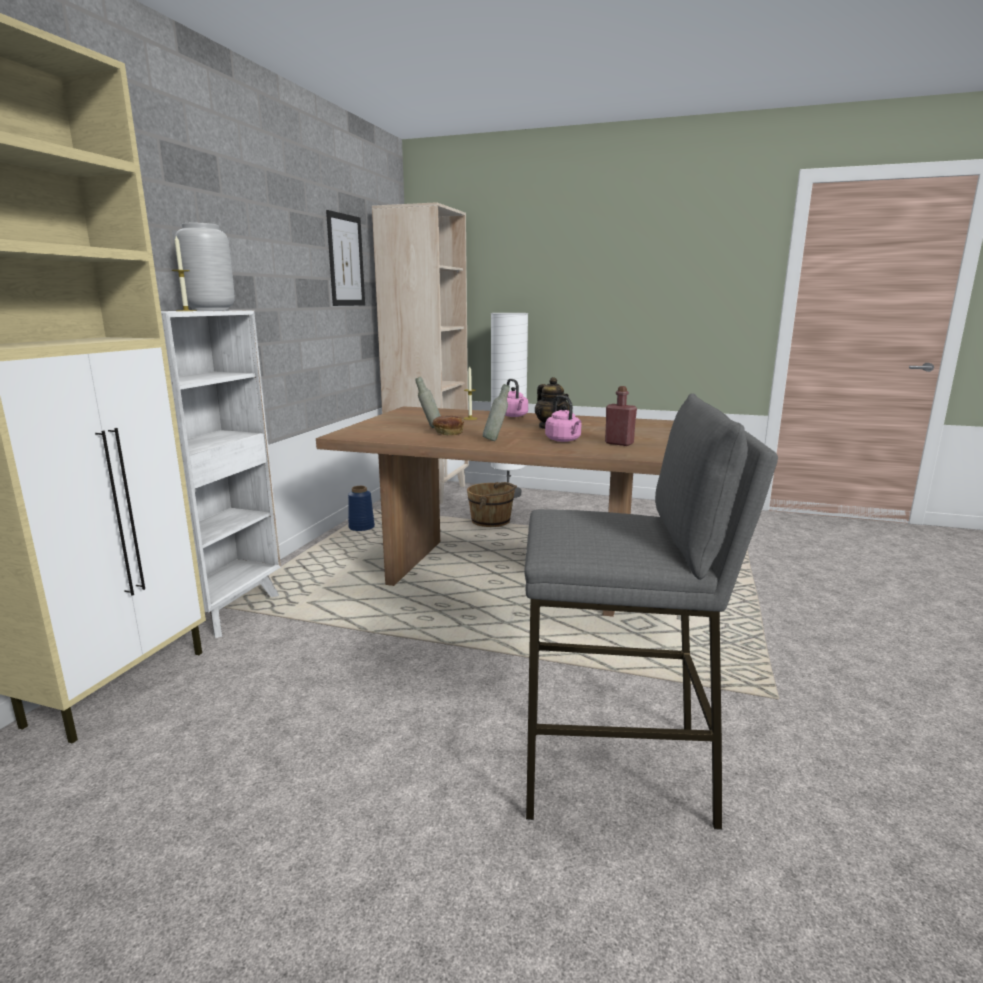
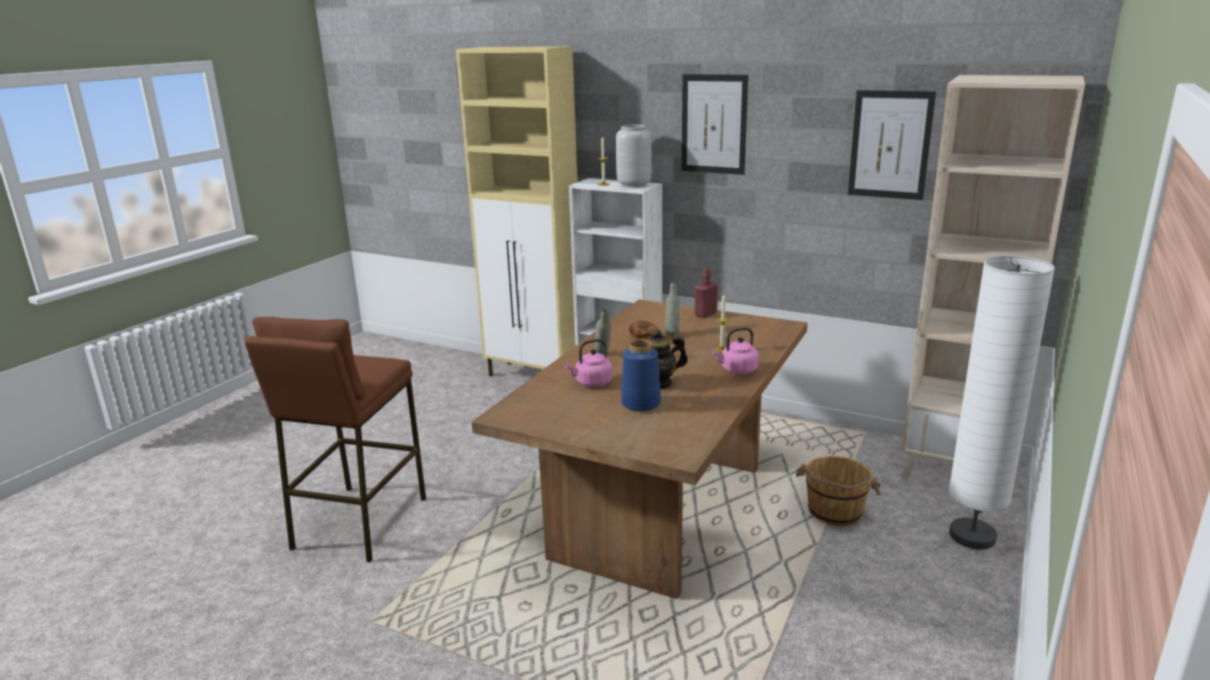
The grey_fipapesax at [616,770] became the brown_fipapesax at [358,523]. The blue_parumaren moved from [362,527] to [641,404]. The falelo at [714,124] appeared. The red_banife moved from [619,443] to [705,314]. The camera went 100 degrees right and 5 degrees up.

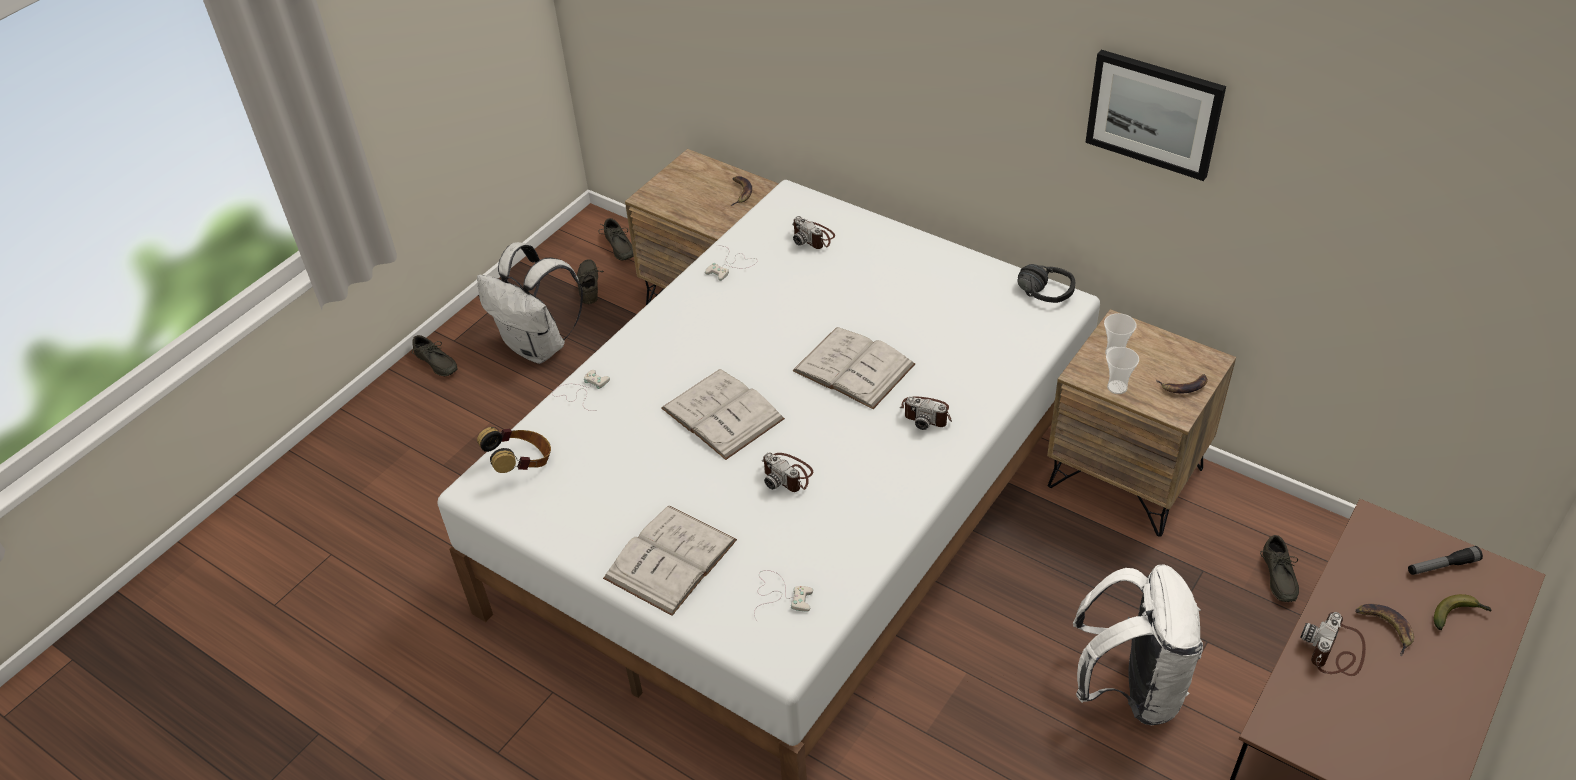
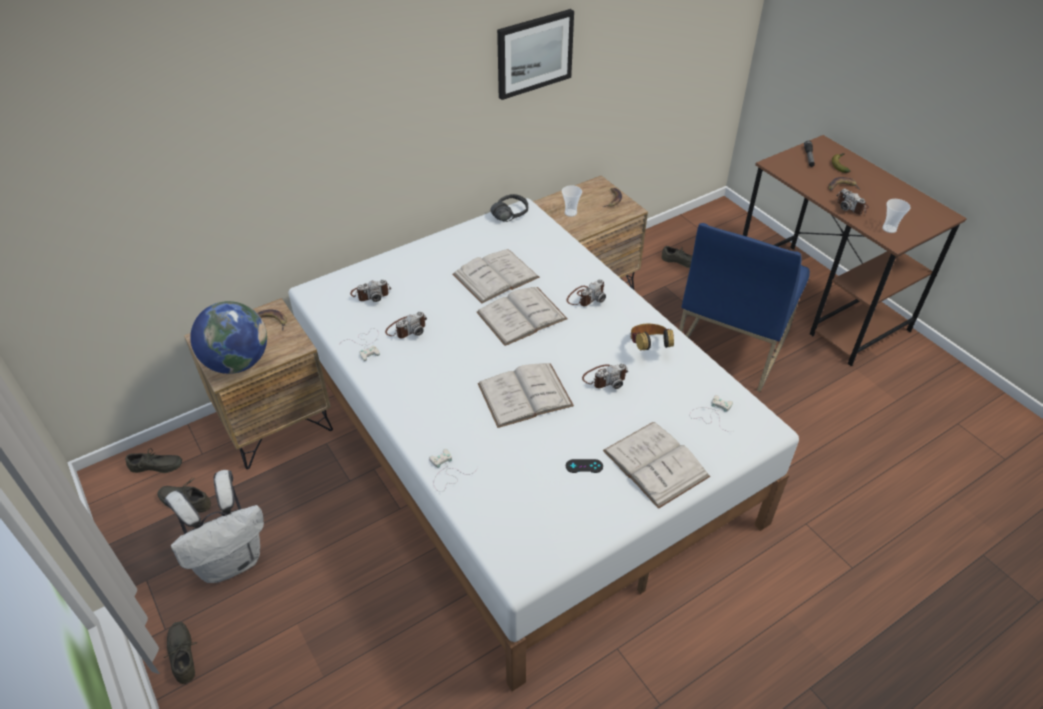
The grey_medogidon at [435,364] turned 90 degrees counterclockwise. The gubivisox at [237,362] appeared. The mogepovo at [406,328] appeared. The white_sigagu at [495,276] appeared. The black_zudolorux at [584,466] appeared. The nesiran moved from [521,464] to [649,347]. The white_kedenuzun at [1131,688] was replaced by the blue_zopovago at [731,344]. The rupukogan moved from [1117,387] to [889,229]. The camera went 70 degrees left and 0 degrees up.

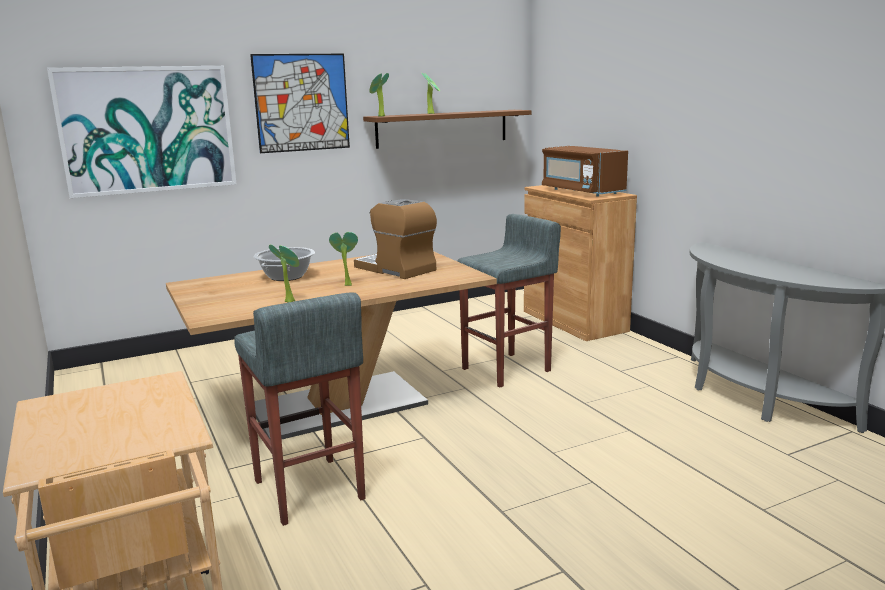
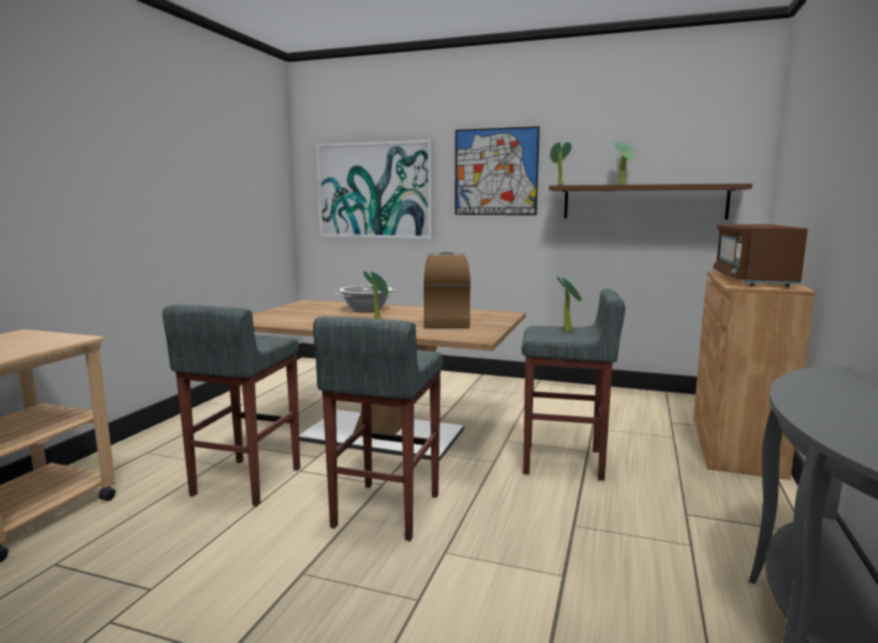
The grey_fipapesax at [384,511] appeared. The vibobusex moved from [289,301] to [568,330]. The camera went 45 degrees right and 5 degrees down.

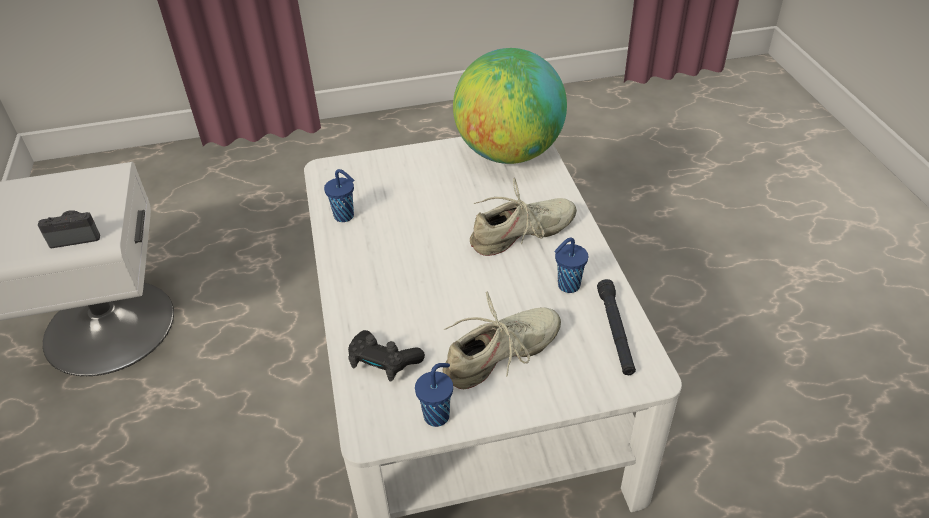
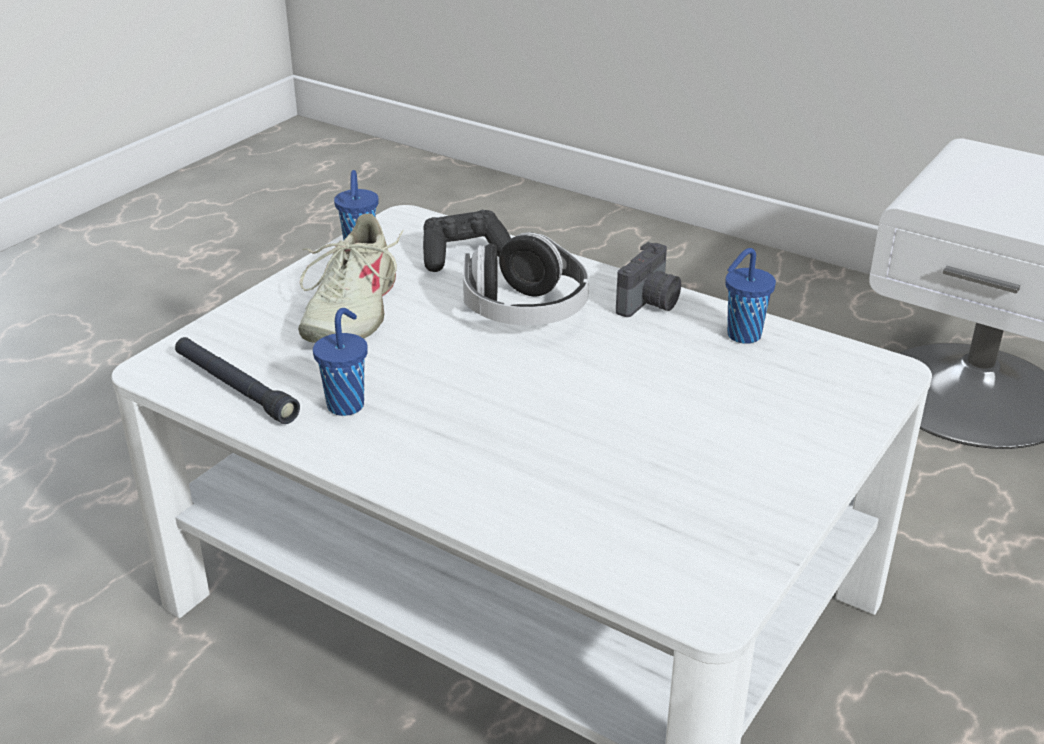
The nesiran at [524,312] appeared. The mogepovo moved from [76,236] to [650,303]. The gubivisox at [509,153] disappeared. The beige_medogidon at [522,235] disappeared. The camera went 135 degrees right and 10 degrees down.

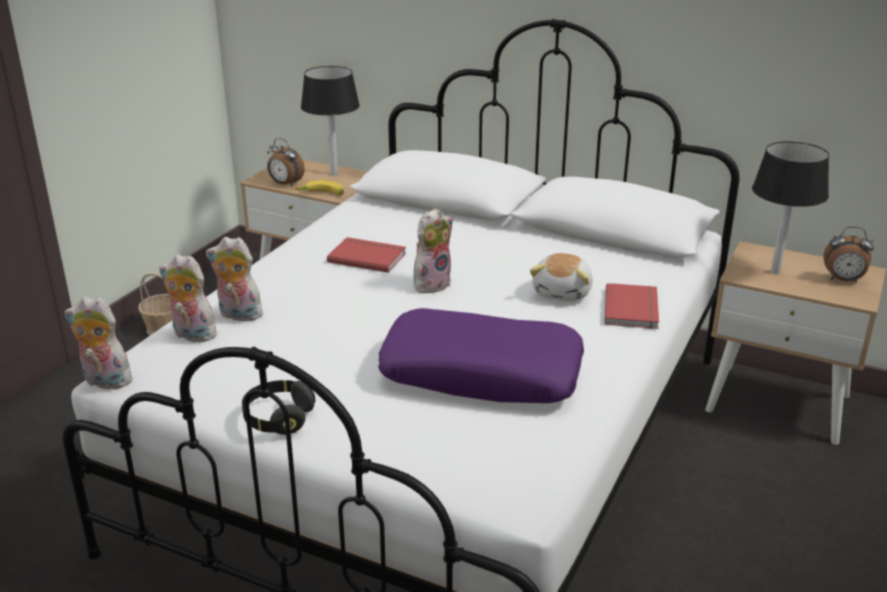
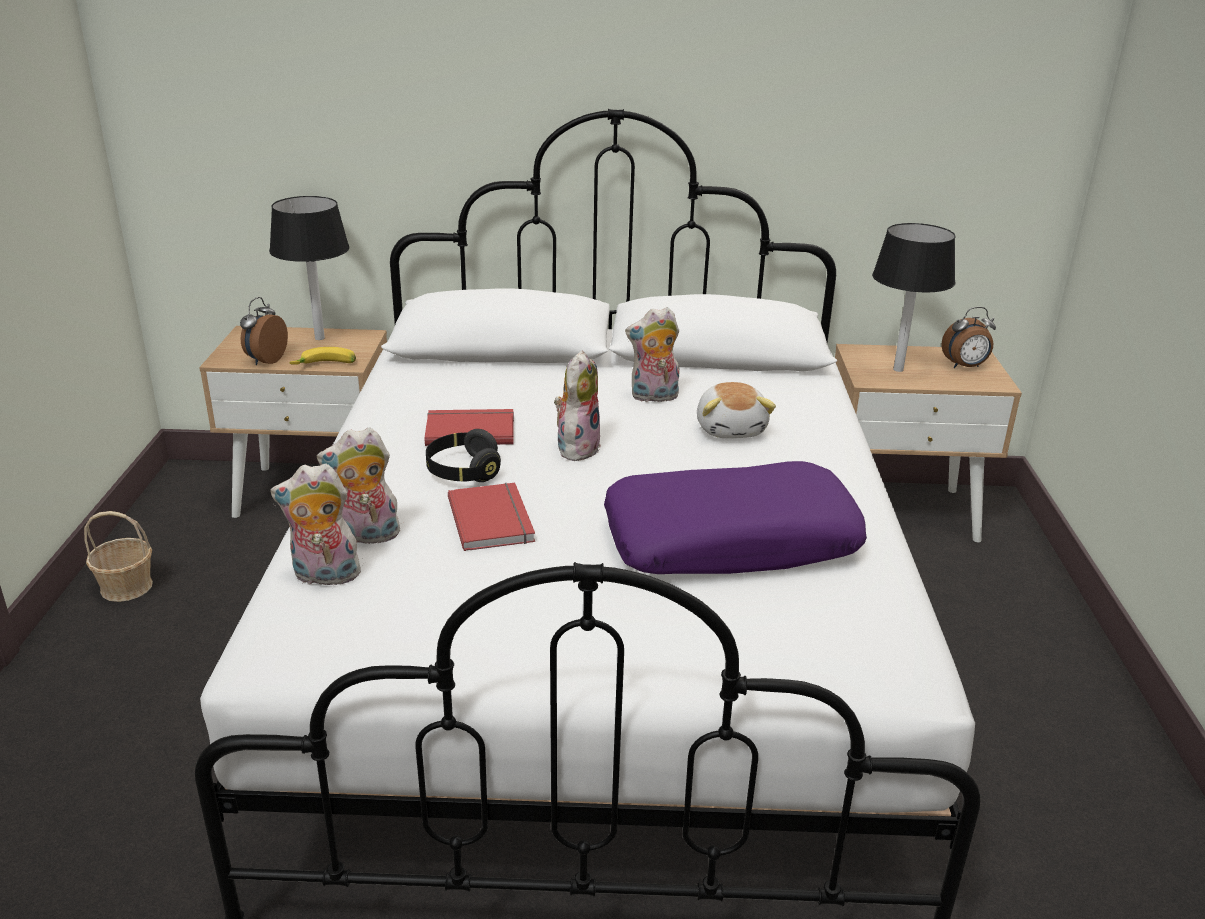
The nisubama at [285,184] turned 105 degrees clockwise. The black_nesiran moved from [278,419] to [463,471]. The red_sigagu moved from [633,308] to [493,519]. The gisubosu moved from [104,382] to [653,397]. The camera went 25 degrees left and 0 degrees up.

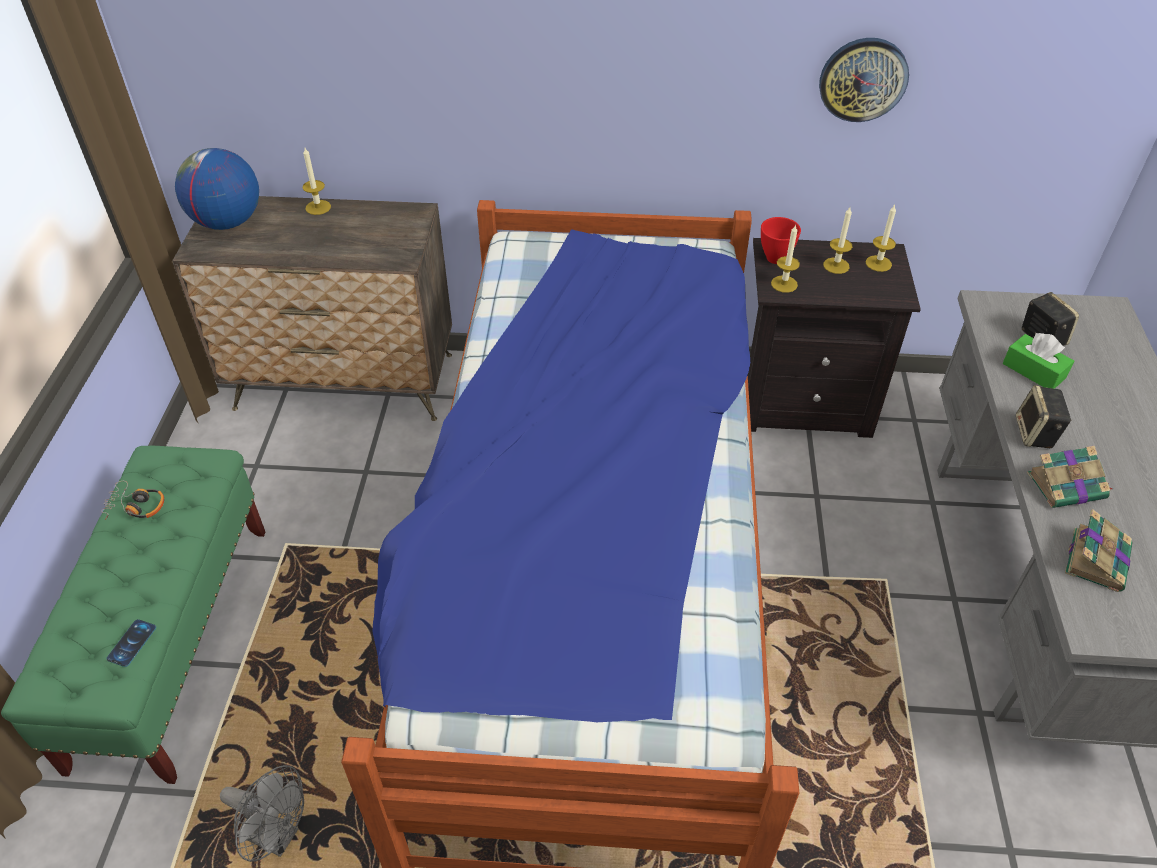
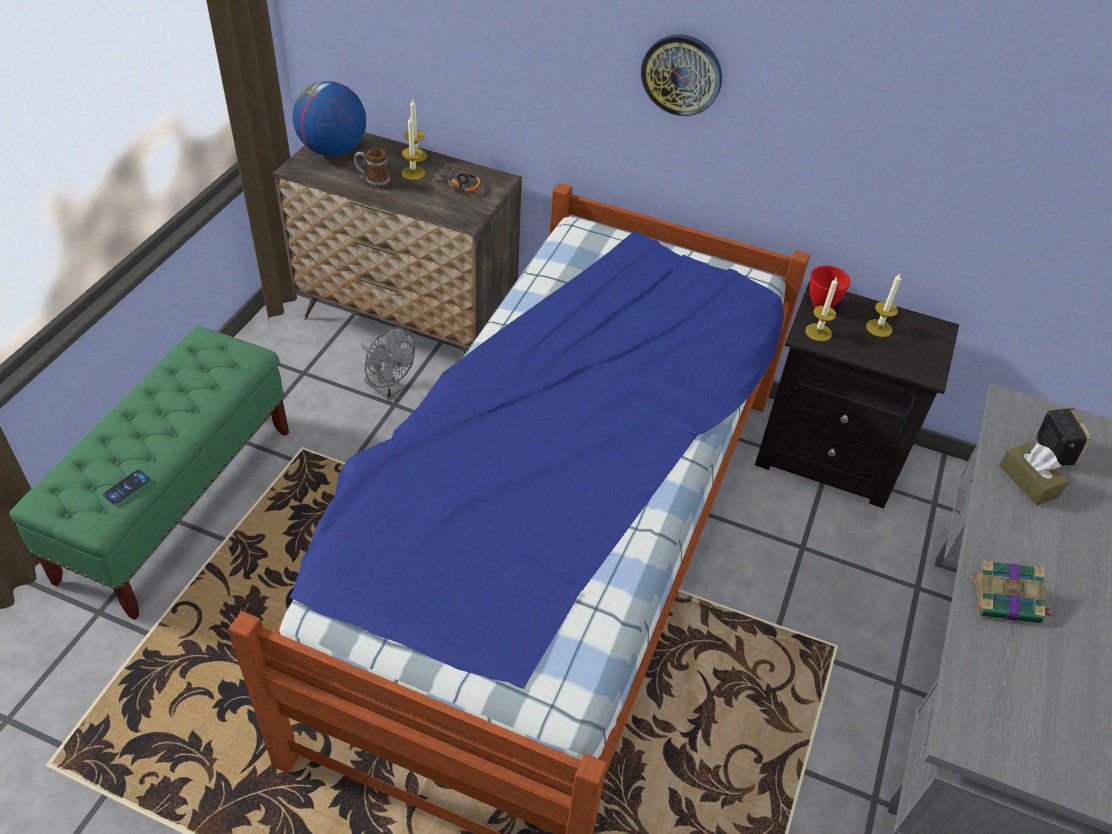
The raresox at [373,181] appeared. The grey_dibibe moved from [277,836] to [388,389]. The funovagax moved from [878,263] to [413,173]. The nesiran moved from [136,506] to [456,185]. The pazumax moved from [863,79] to [682,74]. The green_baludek at [1033,371] became the brown_baludek at [1028,481]. The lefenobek at [1035,434] disappeared. The sigagu at [1097,558] disappeared. The camera went 15 degrees right and 0 degrees up.

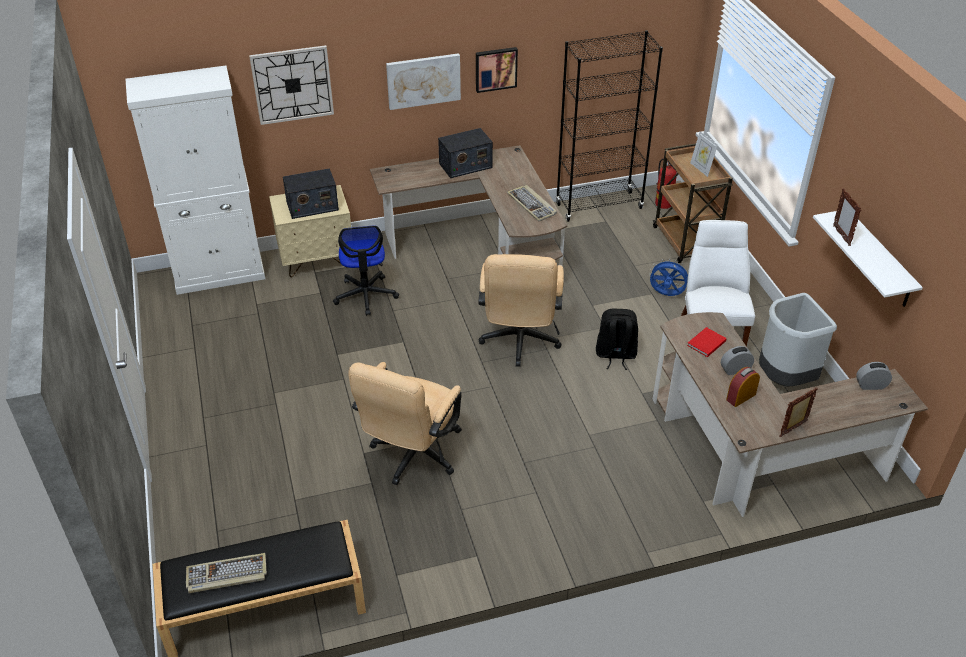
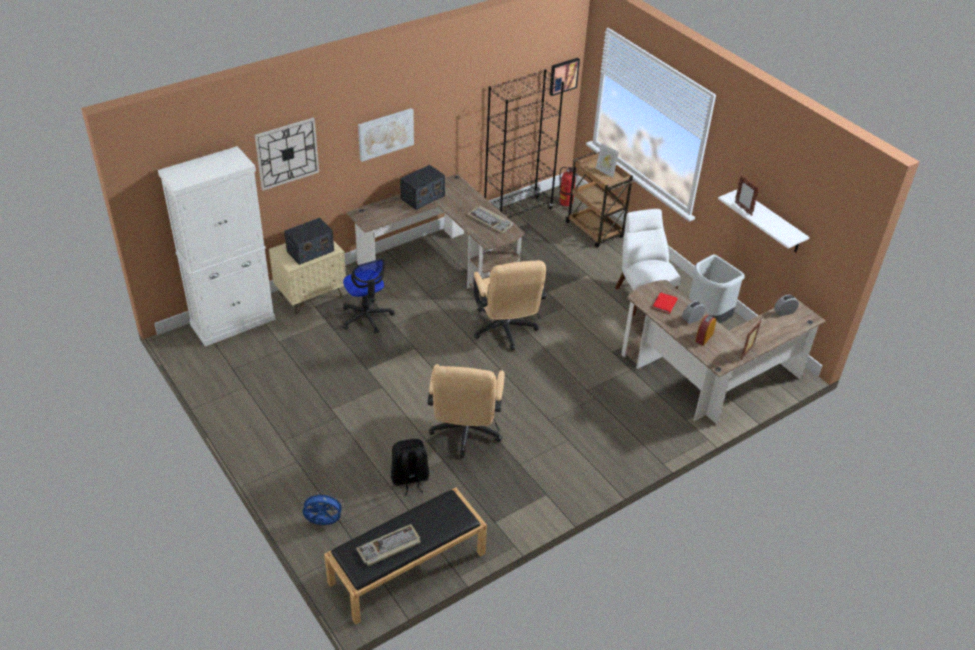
The blue_dibibe moved from [666,295] to [323,523]. The black_kedenuzun moved from [615,355] to [410,479]. The falelo moved from [495,68] to [563,76]. The camera went 20 degrees left and 0 degrees up.

